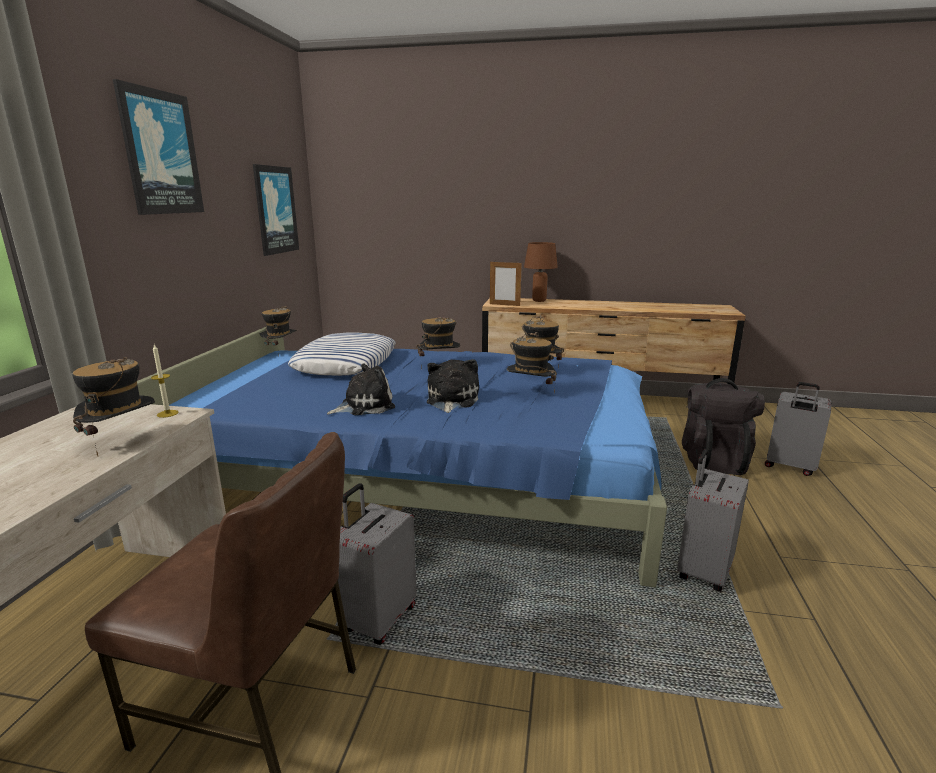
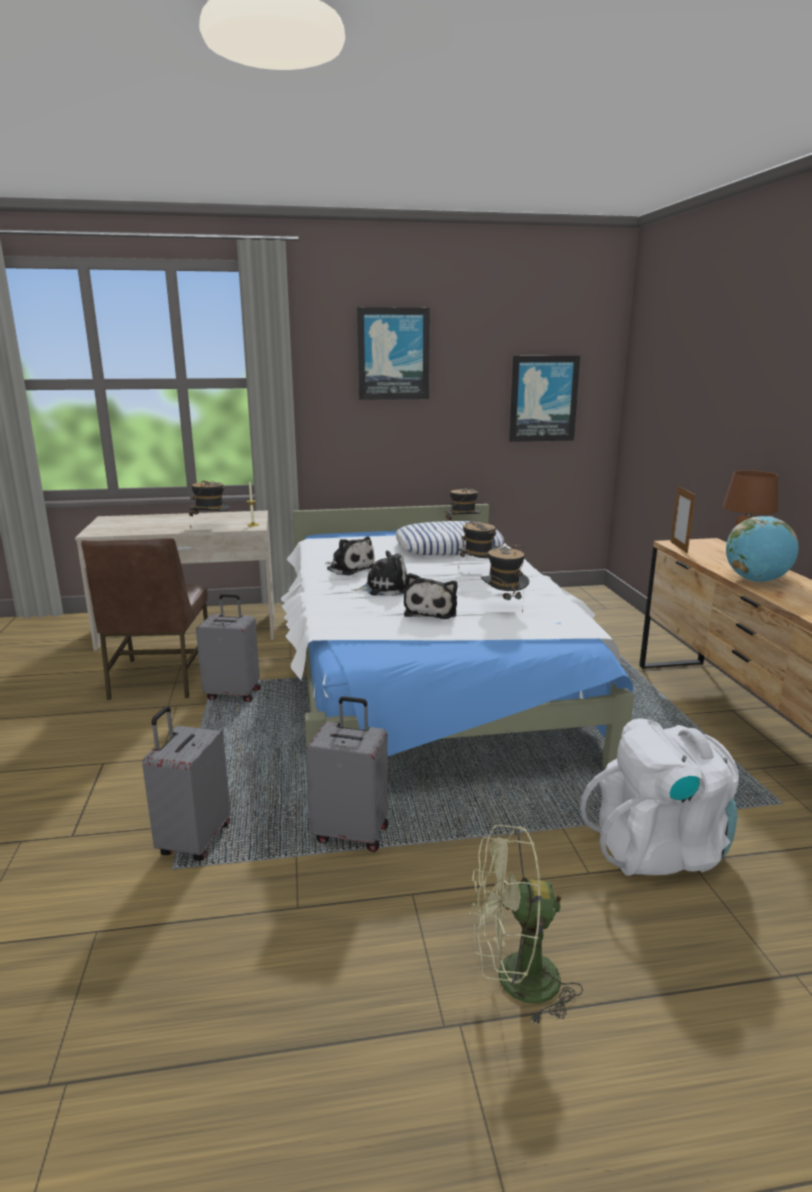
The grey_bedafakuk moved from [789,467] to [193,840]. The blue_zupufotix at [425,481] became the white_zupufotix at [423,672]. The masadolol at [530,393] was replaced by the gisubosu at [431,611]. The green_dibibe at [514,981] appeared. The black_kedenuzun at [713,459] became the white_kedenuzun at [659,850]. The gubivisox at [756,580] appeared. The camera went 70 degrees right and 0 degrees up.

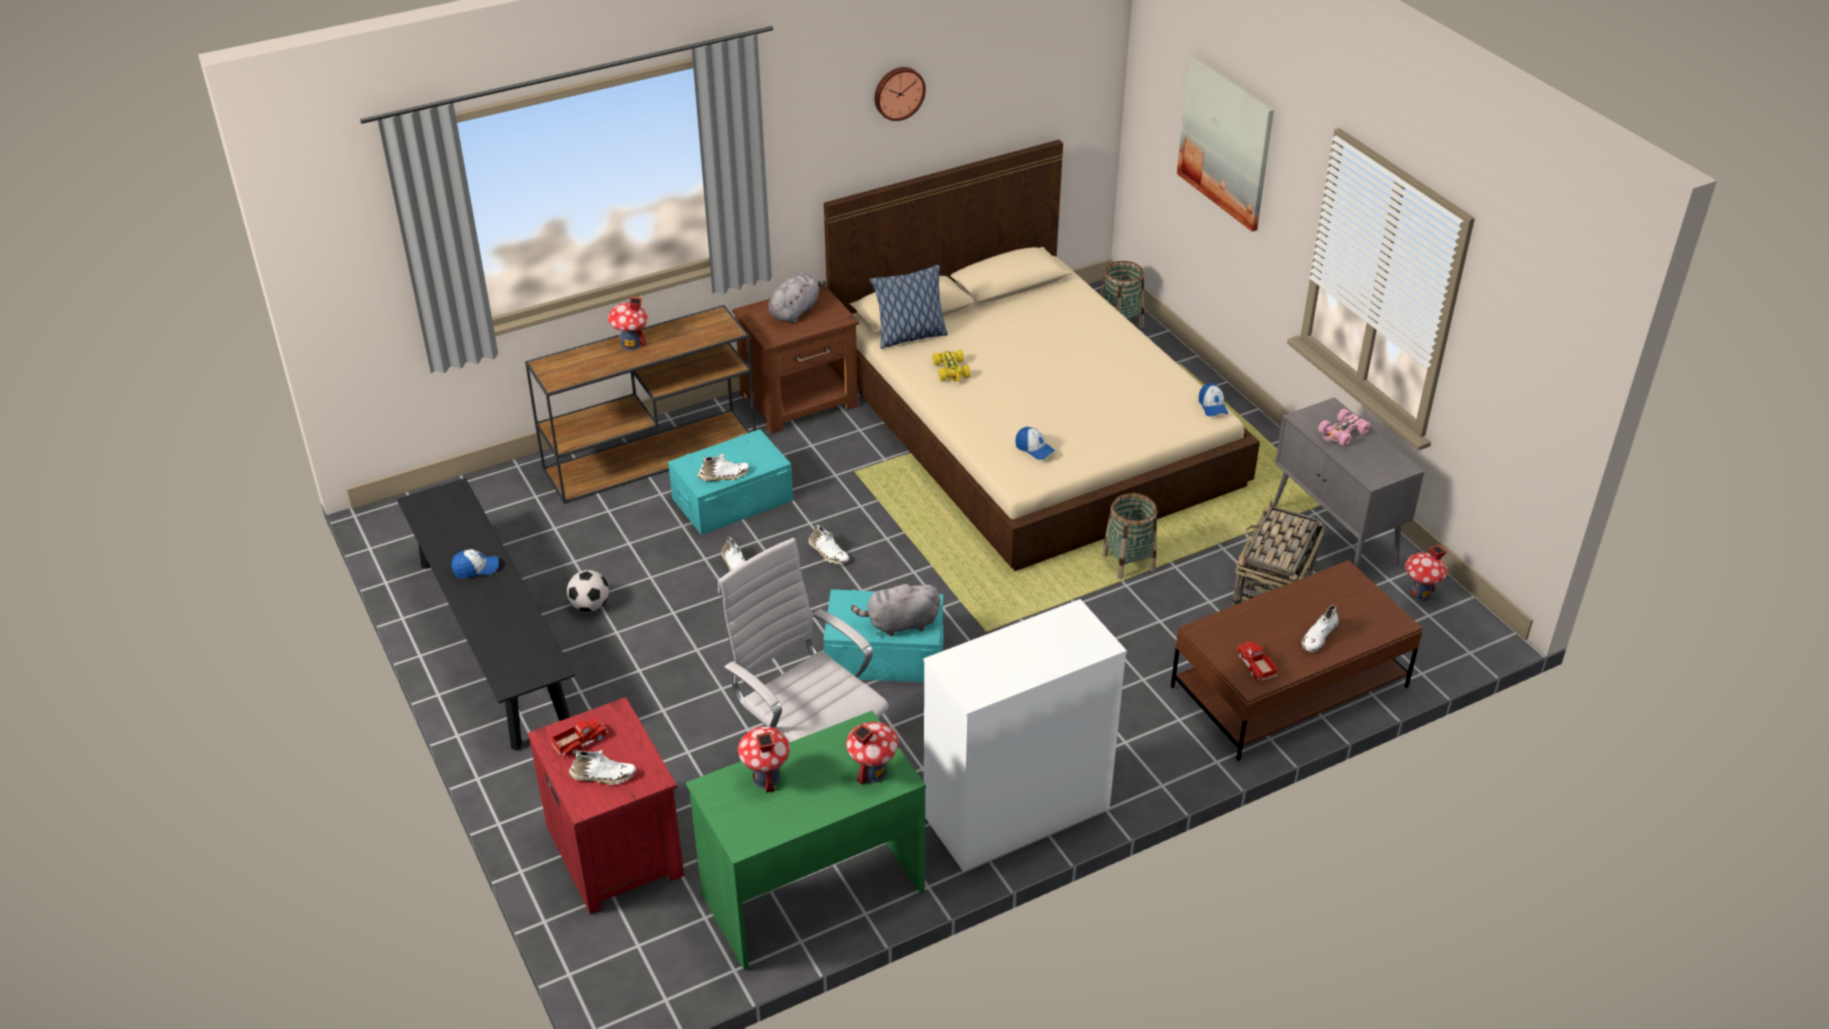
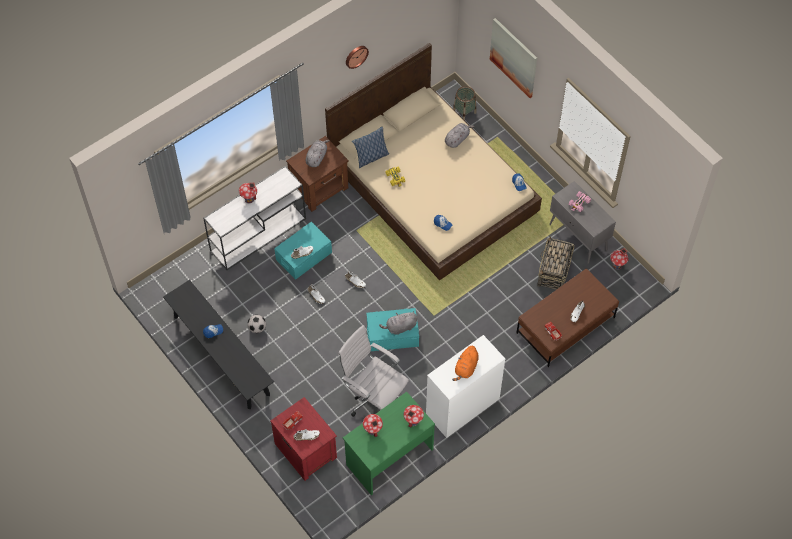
The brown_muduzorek at [652,455] became the white_muduzorek at [259,234]. The grey_gisubosu at [457,139] appeared. The orange_gisubosu at [466,368] appeared. The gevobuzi at [1128,562] disappeared. The camera went 10 degrees left and 20 degrees up.

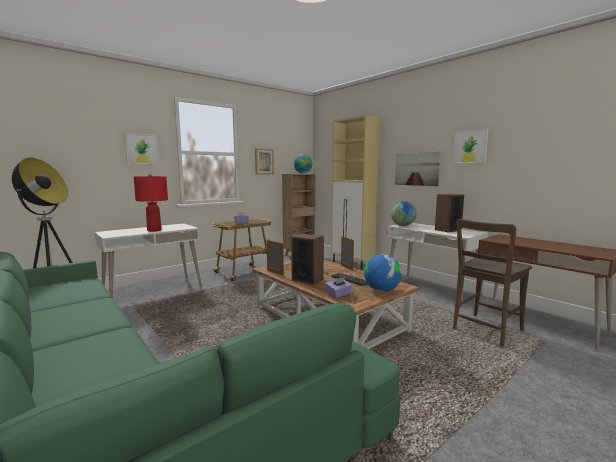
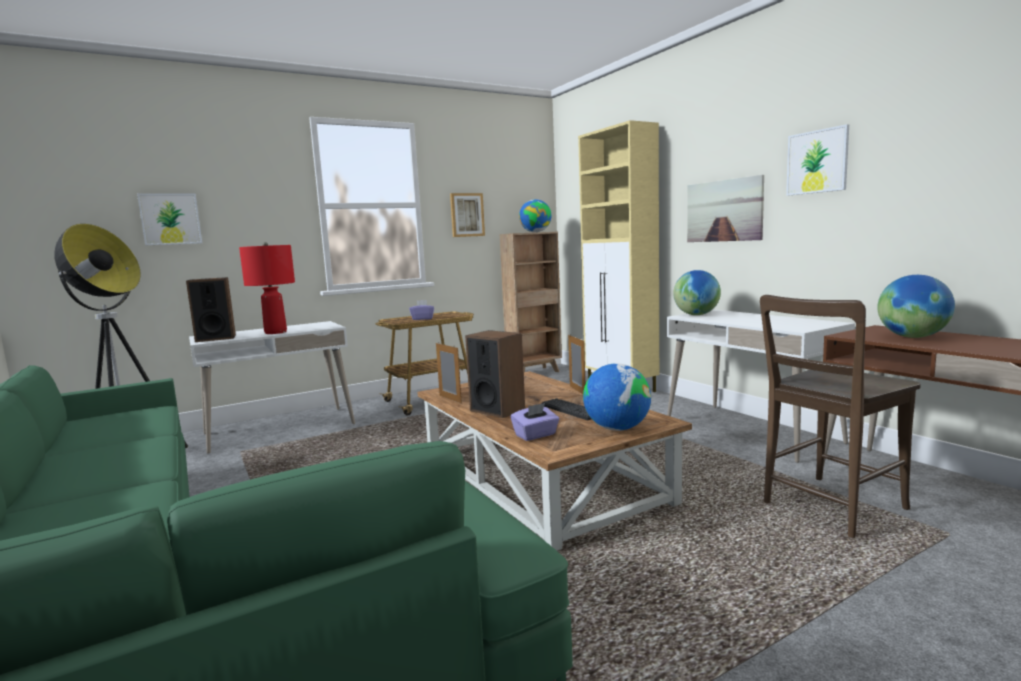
The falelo moved from [142,149] to [170,219]. The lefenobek moved from [447,230] to [215,338]. The gubivisox at [912,337] appeared. The camera went 10 degrees right and 0 degrees up.

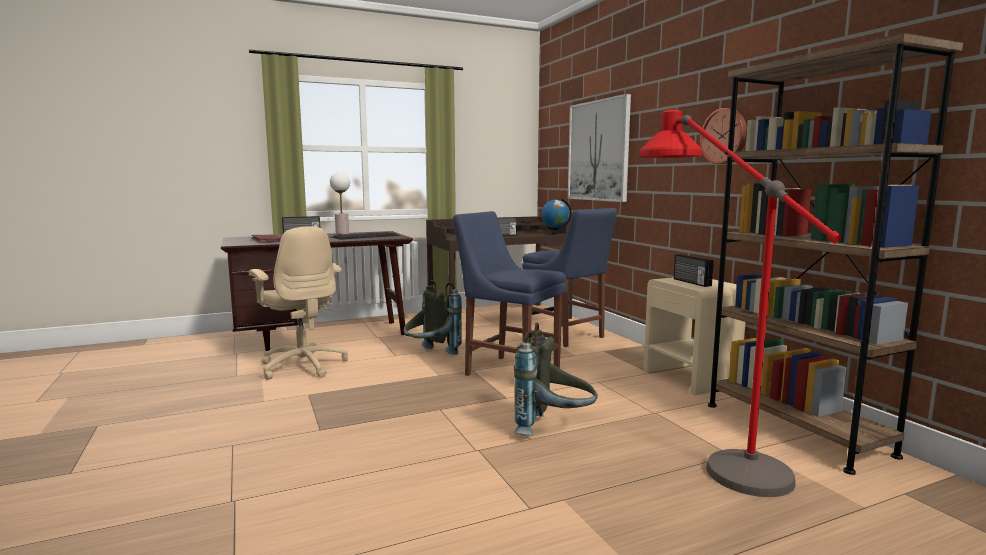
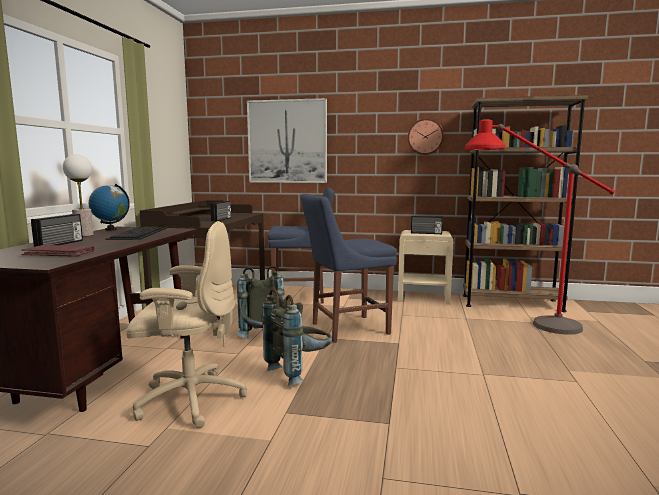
The gubivisox moved from [555,234] to [110,229]. The grey_kedenuzun moved from [554,429] to [299,372]. The camera went 55 degrees left and 0 degrees up.

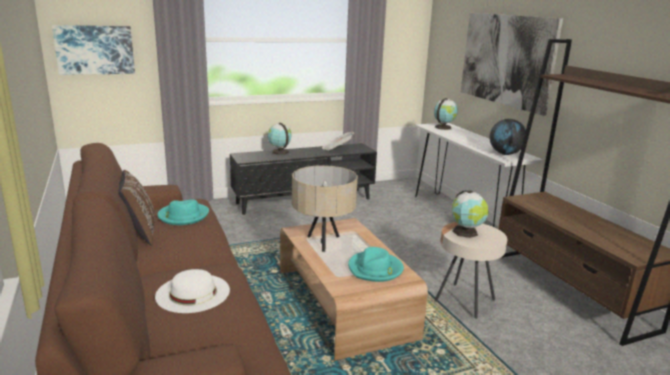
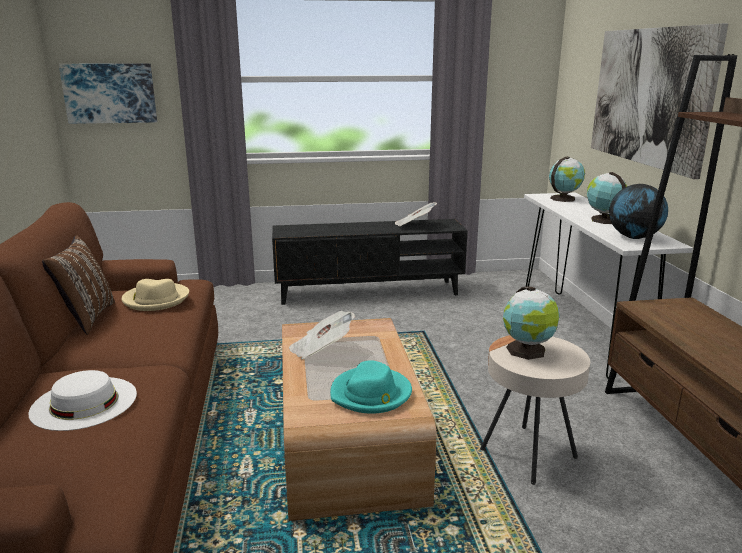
The turquoise_masadolol at [183,216] became the beige_masadolol at [156,299]. The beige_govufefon at [322,243] was replaced by the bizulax at [321,350]. The gubivisox moved from [279,152] to [603,220]. The camera went 15 degrees right and 0 degrees up.

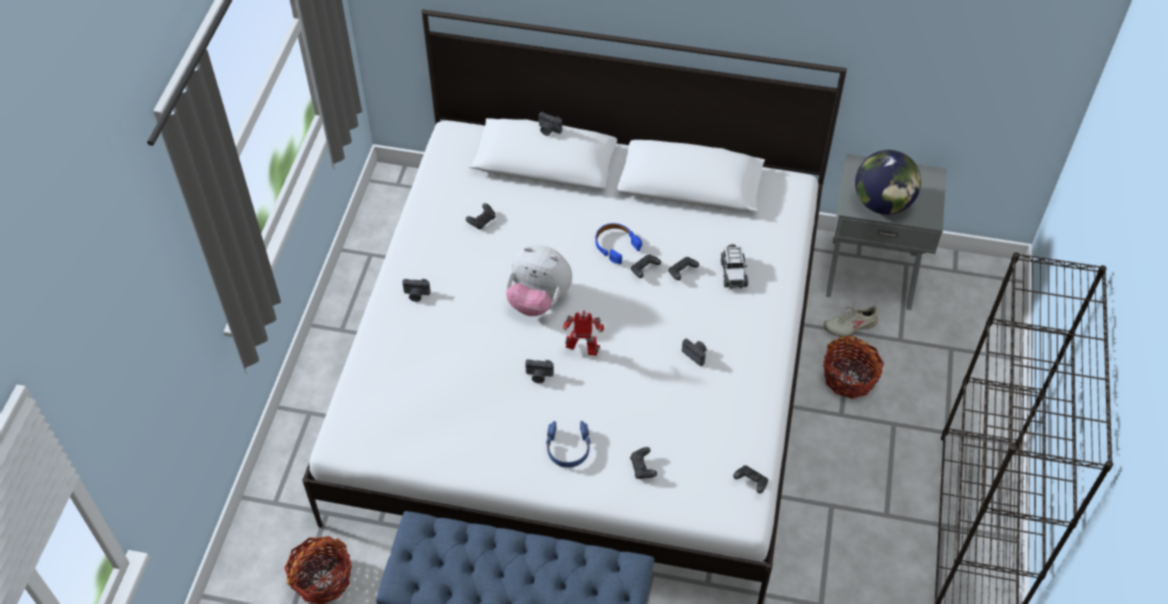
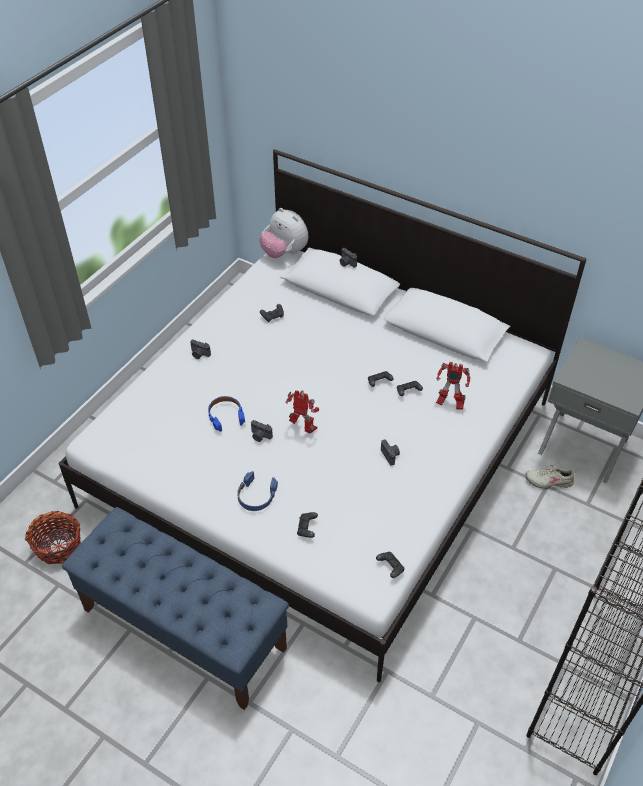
The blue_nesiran moved from [616,245] to [226,416]. The gisubosu moved from [538,300] to [284,253]. The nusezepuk at [733,273] was replaced by the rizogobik at [449,403]. The gevobuzi at [849,378] disappeared. The gubivisox at [882,203] disappeared. The camera went 20 degrees right and 5 degrees down.

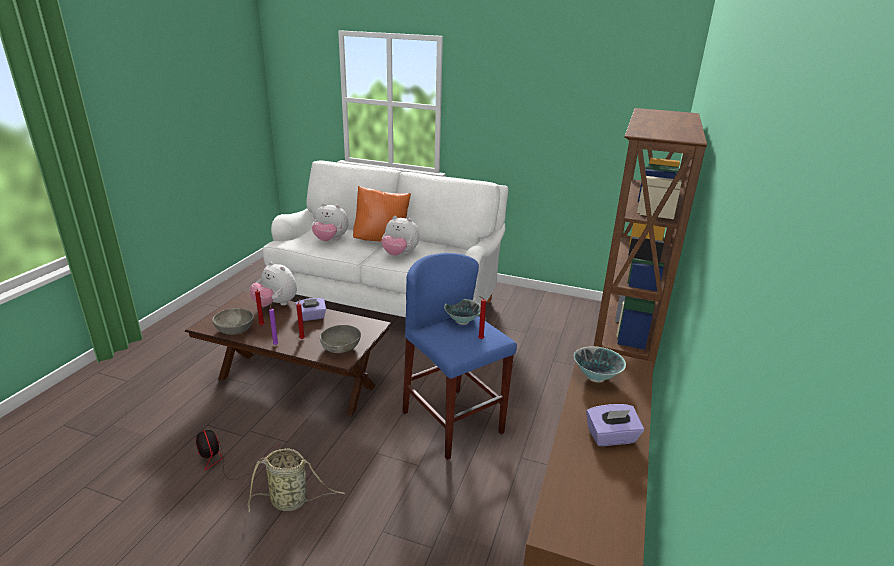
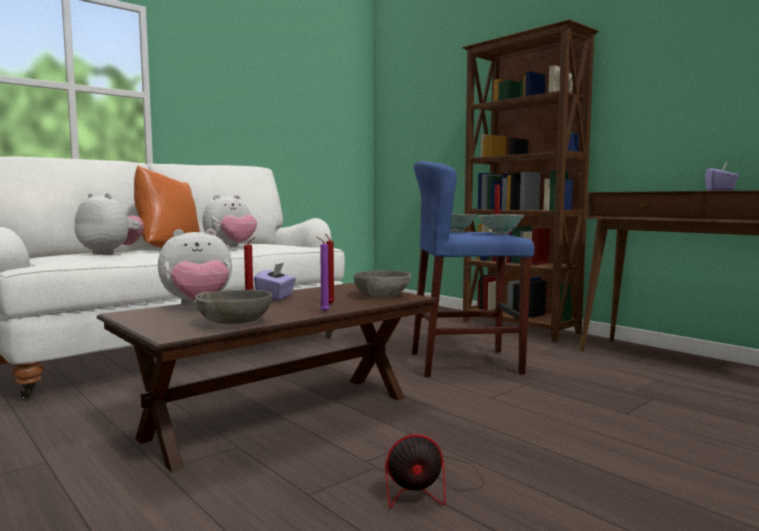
The gisubosu at [330,240] turned 105 degrees counterclockwise. The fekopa moved from [596,377] to [501,234]. The gevobuzi at [292,501] disappeared. The camera went 60 degrees left and 20 degrees down.

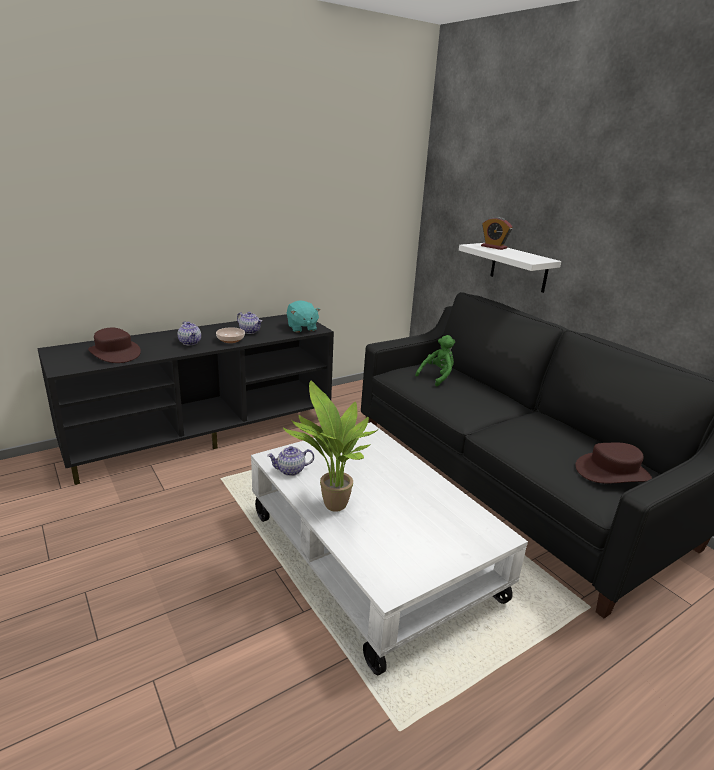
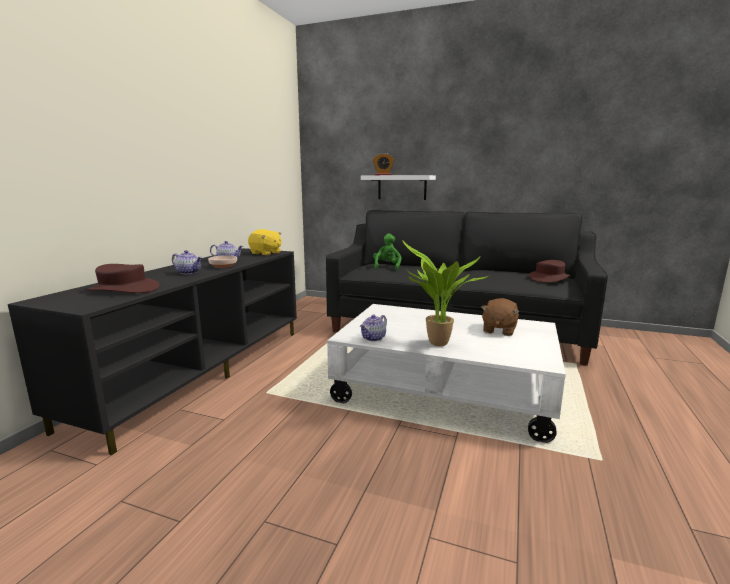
The turquoise_gisubosu at [301,328] became the yellow_gisubosu at [265,253]. The brown_gisubosu at [498,330] appeared. The camera went 35 degrees left and 10 degrees down.

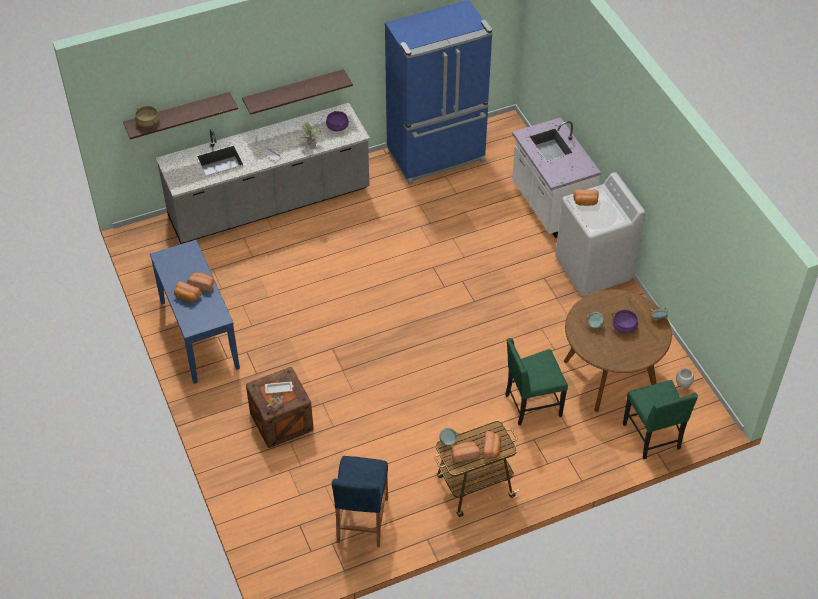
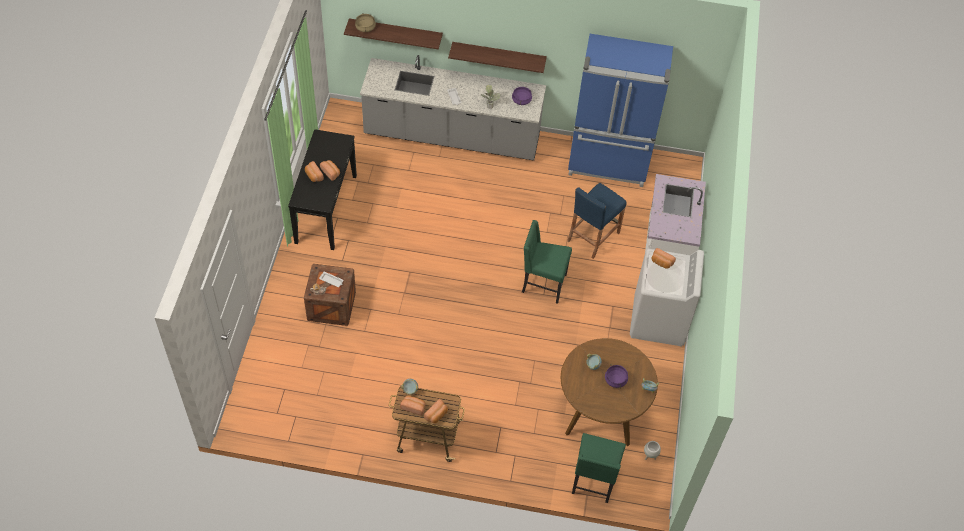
The blue_muduzorek at [198,334] became the black_muduzorek at [325,209]. The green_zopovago moved from [531,405] to [542,284]. The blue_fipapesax moved from [362,520] to [593,236]. The camera went 30 degrees right and 5 degrees up.

